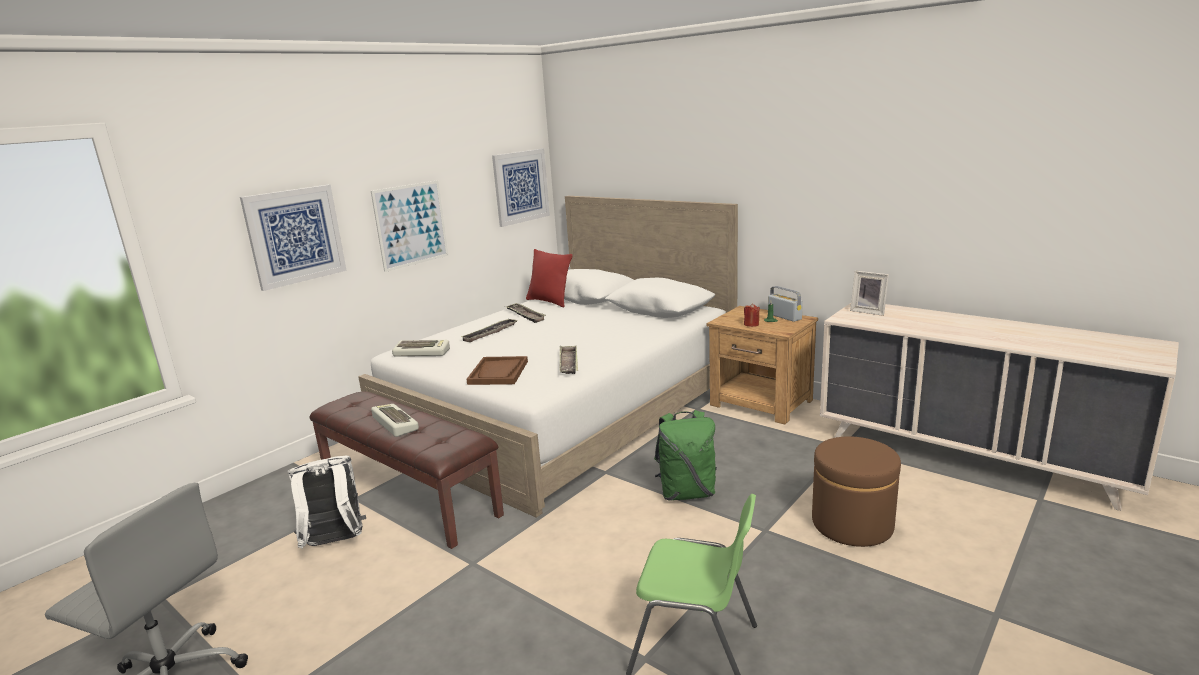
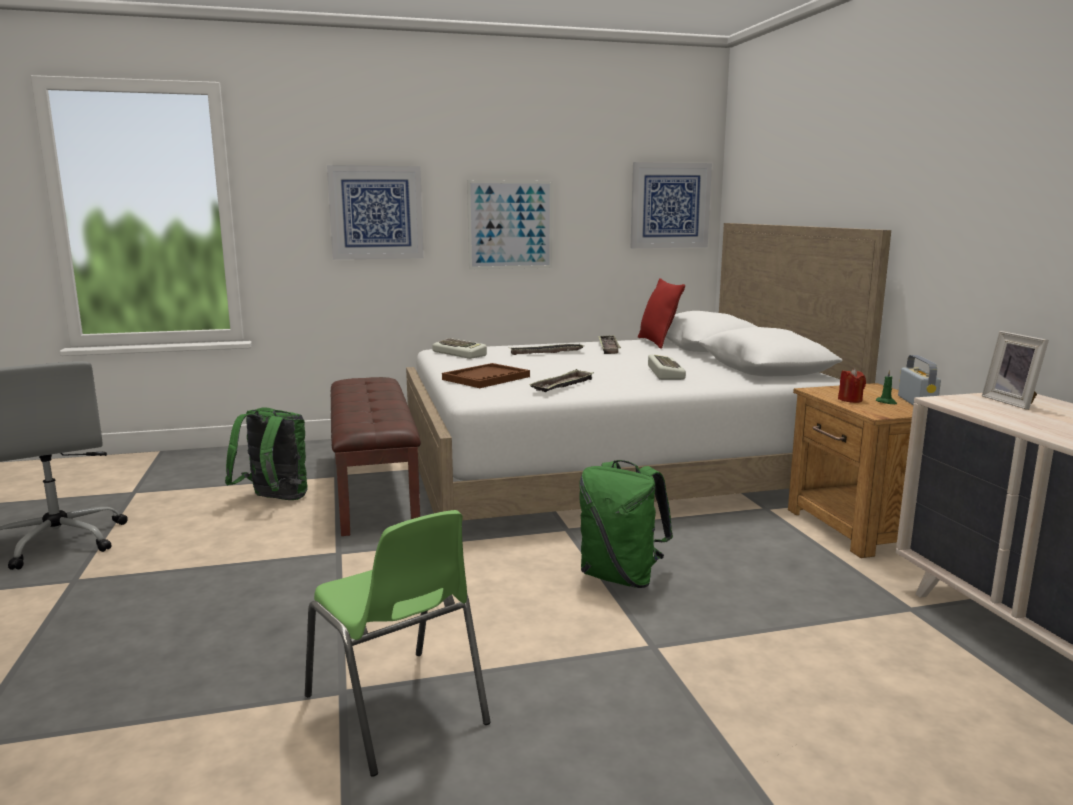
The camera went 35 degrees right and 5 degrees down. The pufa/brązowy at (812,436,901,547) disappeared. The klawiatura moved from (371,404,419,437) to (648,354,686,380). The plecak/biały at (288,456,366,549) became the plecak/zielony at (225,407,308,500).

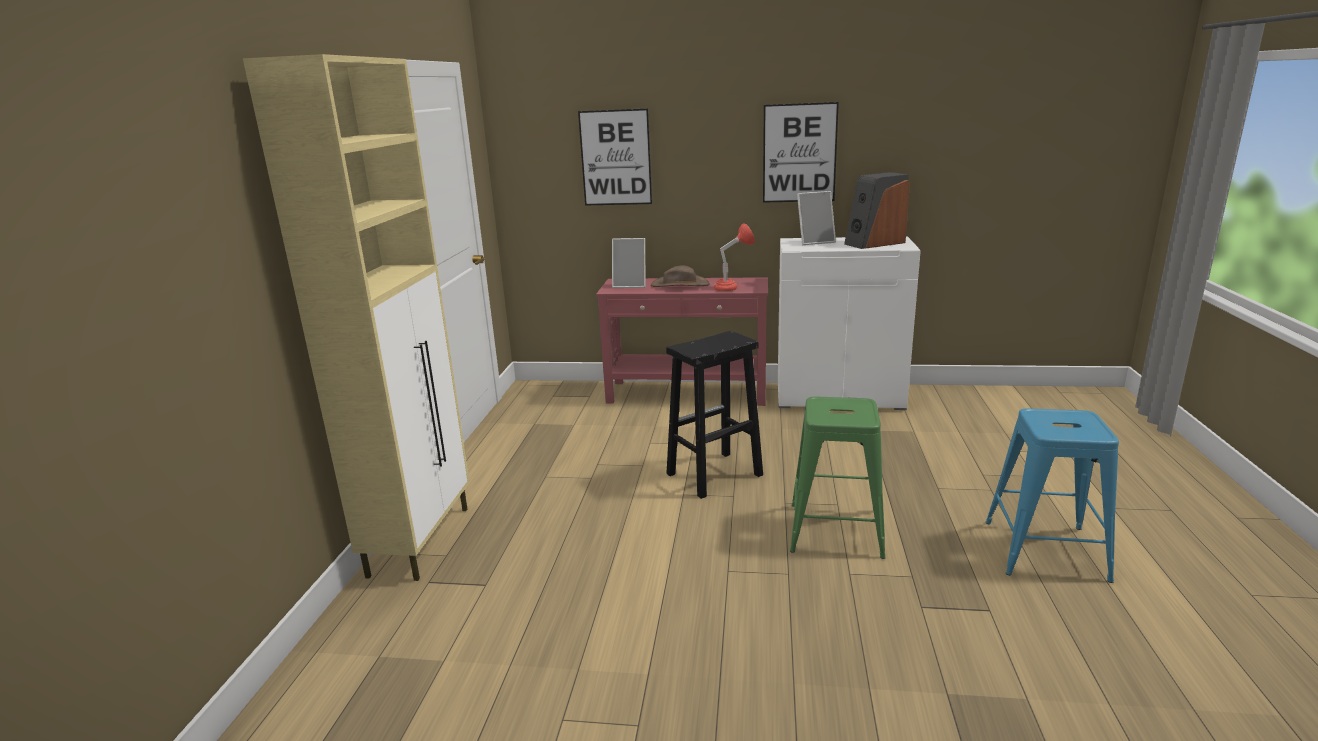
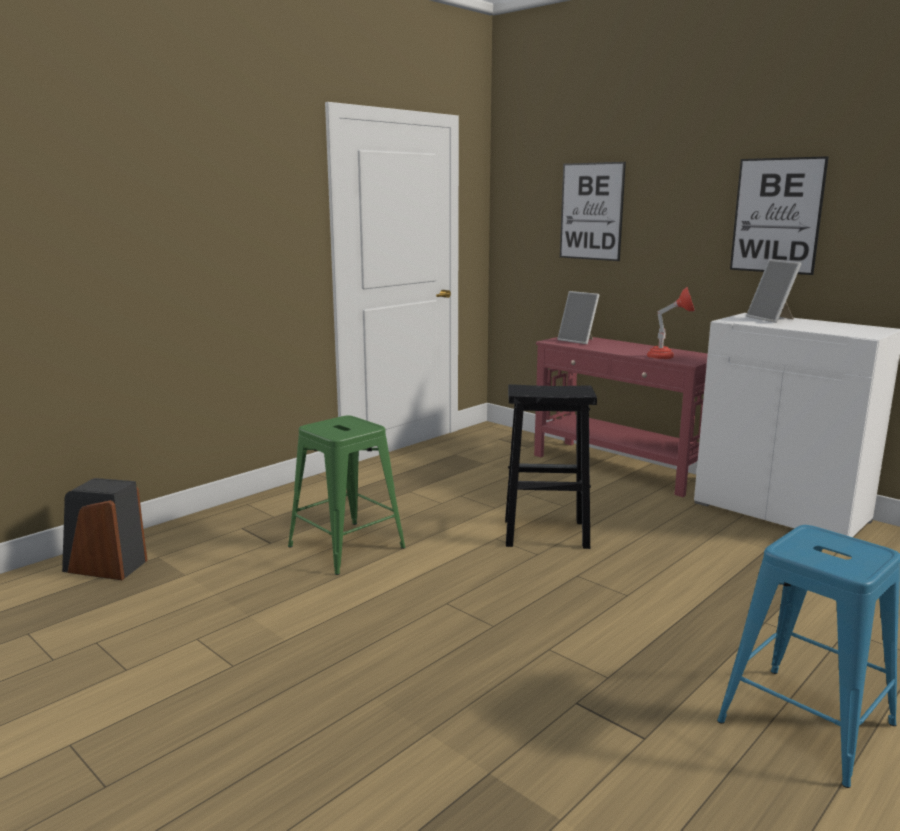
The camera went 35 degrees right and 5 degrees down. The szafka/beżowy at (243,54,470,581) disappeared. The kapelusz/brązowy at (651,265,710,287) disappeared. The stołek/zielony moved from (790,397,886,559) to (288,415,406,575). The głośnik moved from (844,172,910,249) to (62,478,148,580). The ramka na zdjęcie at (797,191,836,245) turned 45 degrees clockwise.

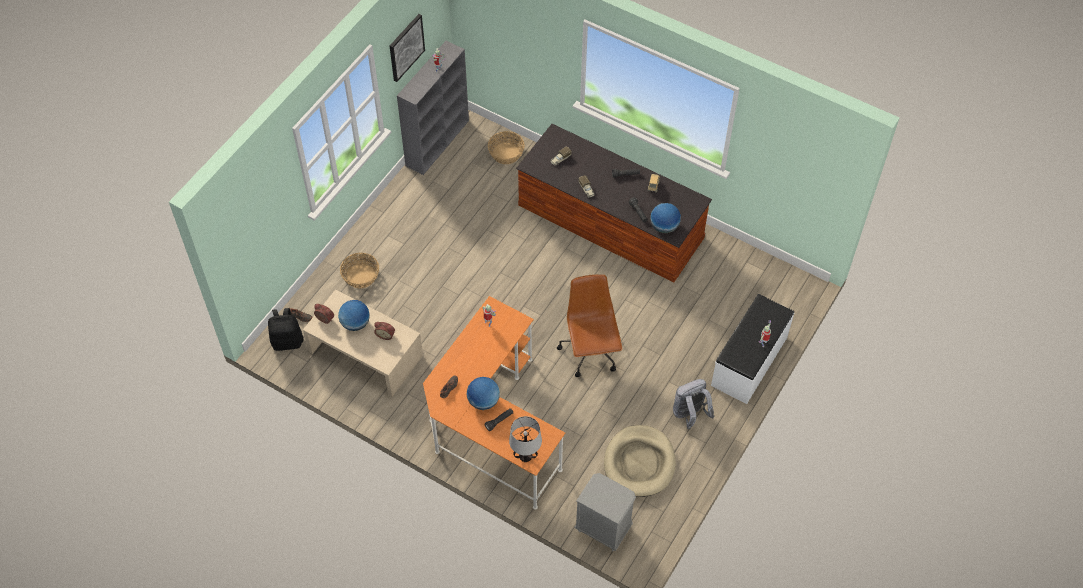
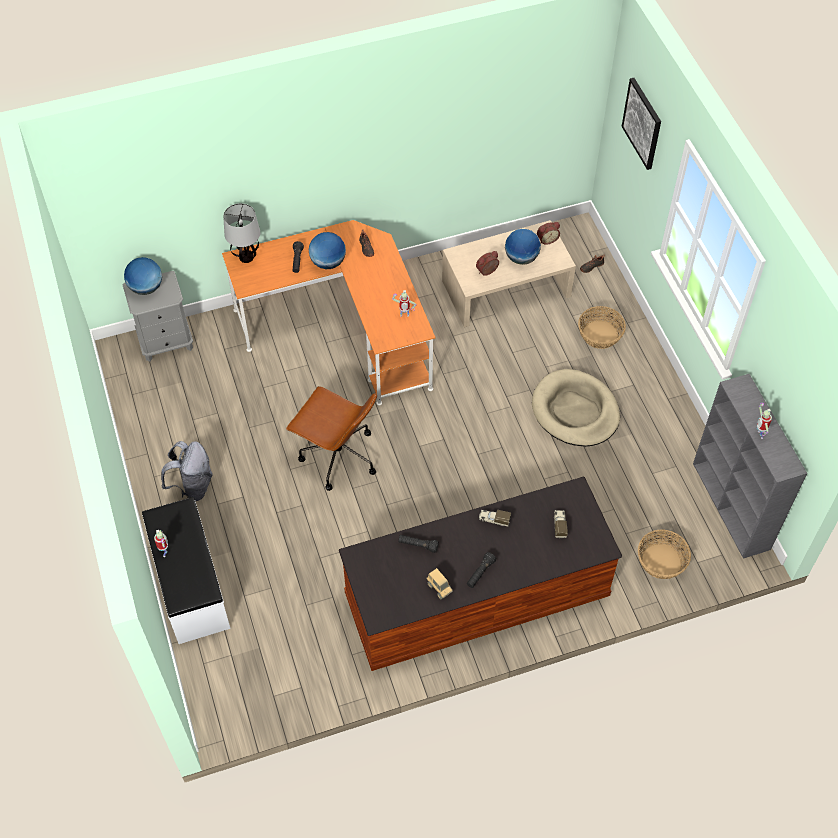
The camera went 130 degrees right and 0 degrees up. The plecak/czarny at (268,308,303,351) disappeared. The obraz moved from (390,14,425,82) to (622,78,661,170). The legowisko/beżowy moved from (604,425,676,497) to (532,369,620,446). The globus moved from (650,203,681,233) to (124,257,162,295).

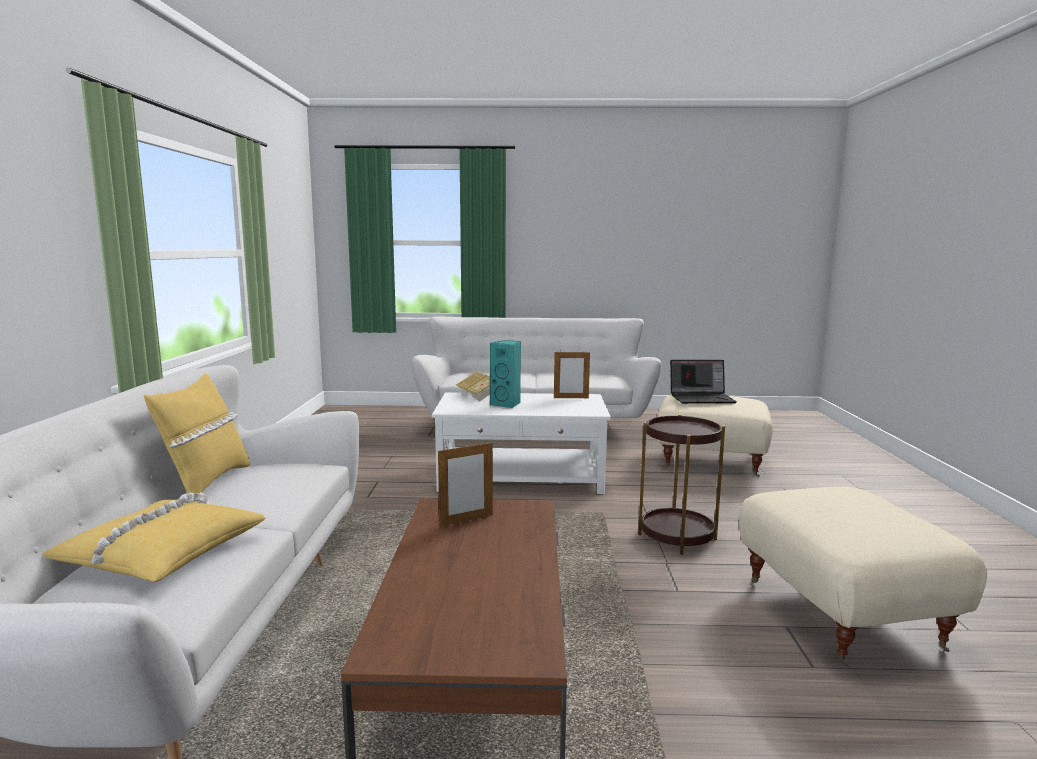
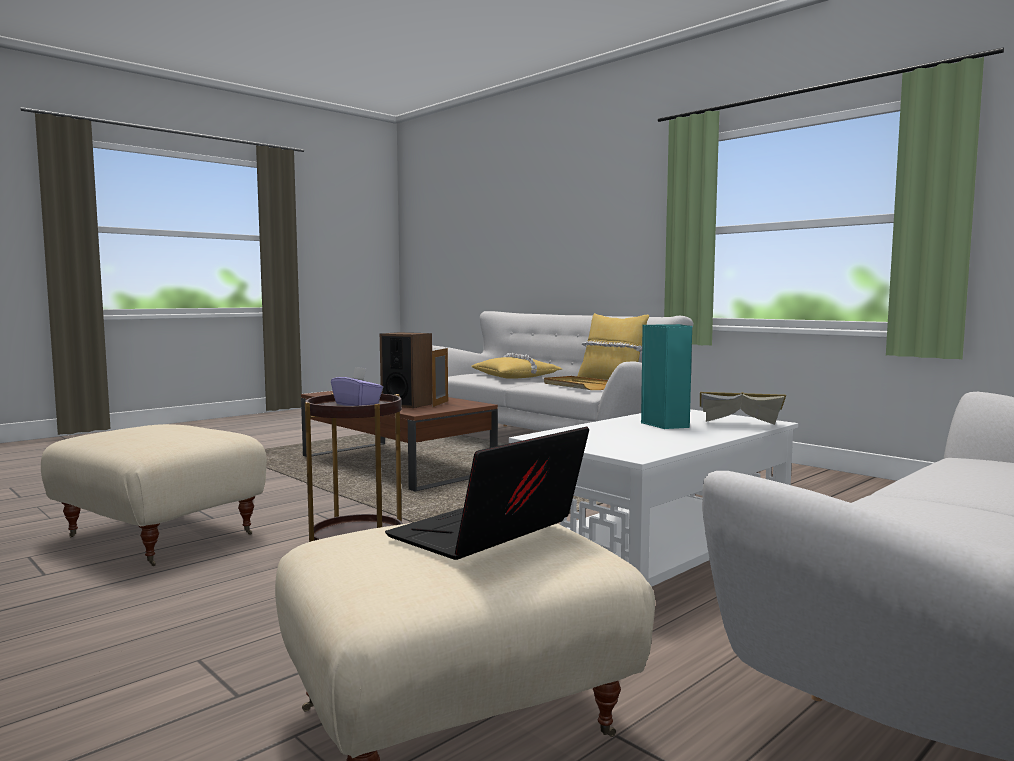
The camera went 135 degrees right and 5 degrees down. The ramka na zdjęcie at (554,350,590,398) disappeared. The pudełko chusteczek/fioletowy at (331,367,383,406) appeared. The głośnik at (380,332,432,408) appeared. The taca/beżowy at (544,376,608,390) appeared.

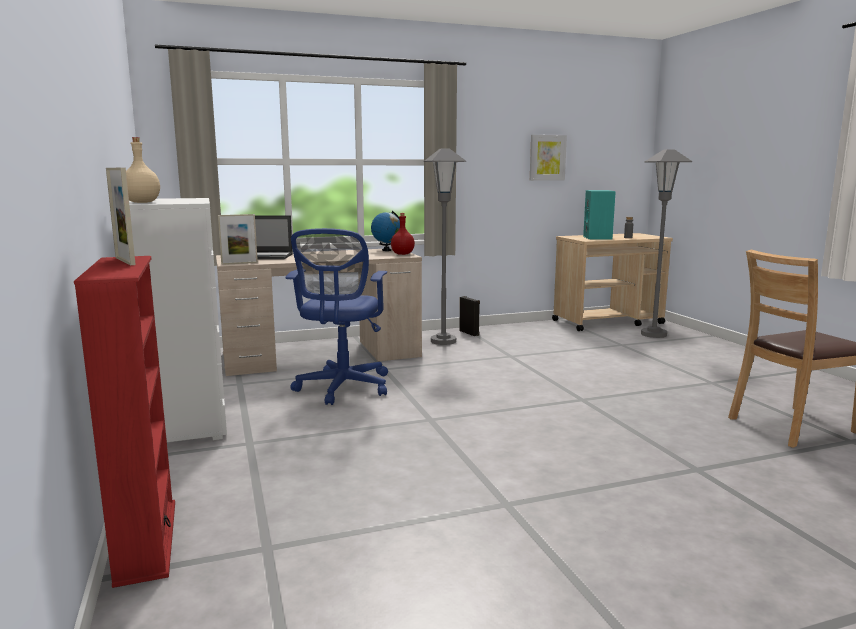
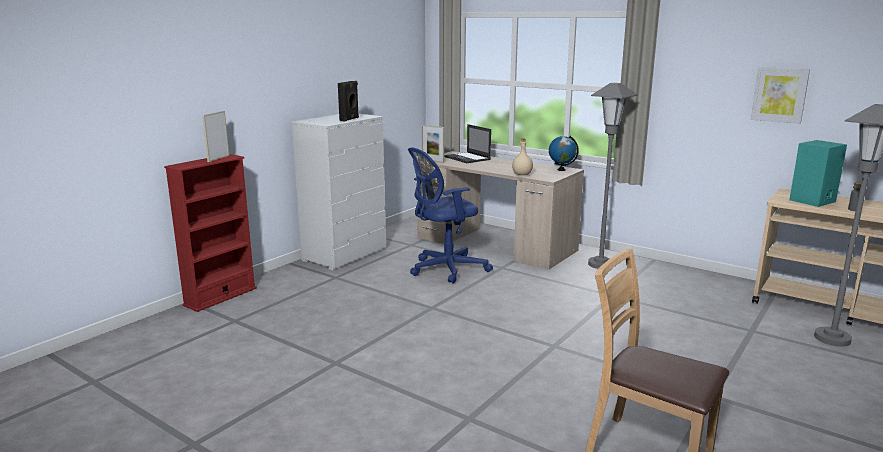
The camera went 55 degrees right and 5 degrees up. The butelka/czerwony at (391,213,415,255) disappeared. The butelka/beżowy moved from (126,137,160,203) to (512,138,533,175). The głośnik/czarny moved from (459,296,480,336) to (338,81,359,122).

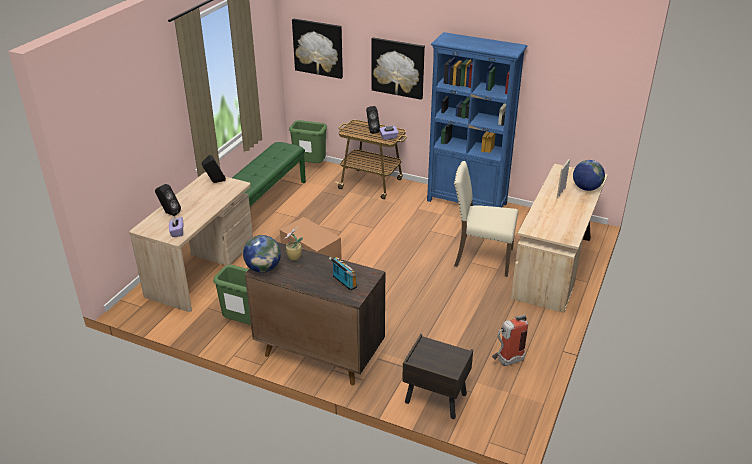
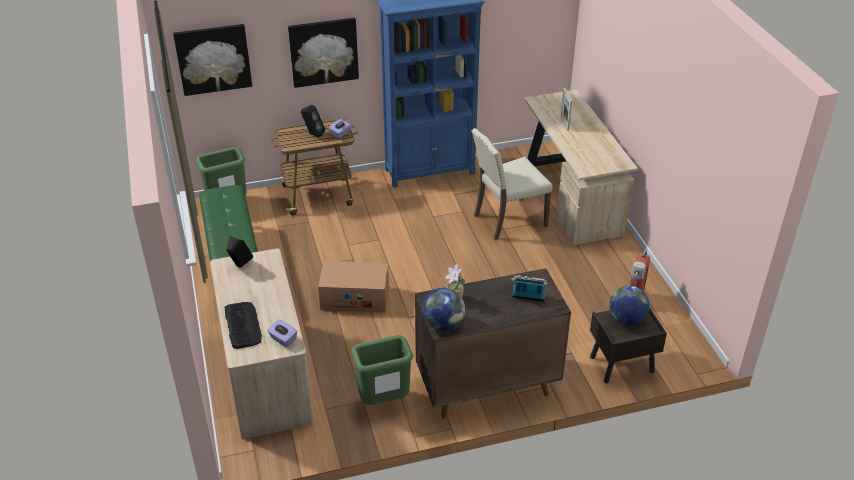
The camera went 40 degrees left and 5 degrees up. The globus moved from (573,160,605,191) to (609,286,650,325). The głośnik/czarny at (155,184,181,216) was replaced by the klawiatura at (225,302,262,349).

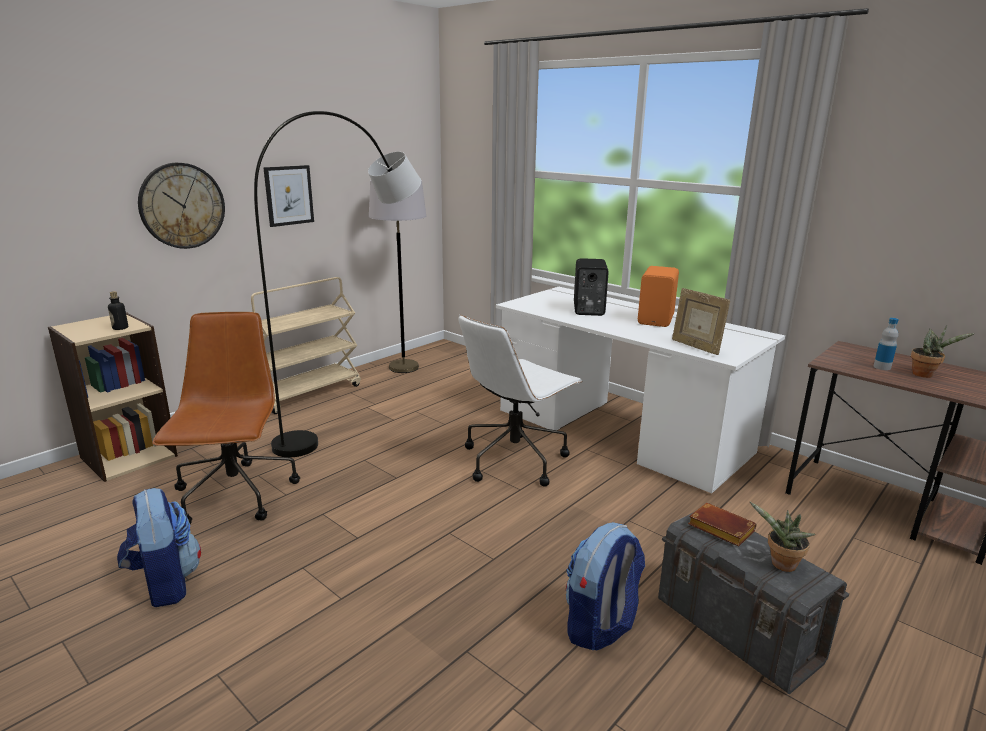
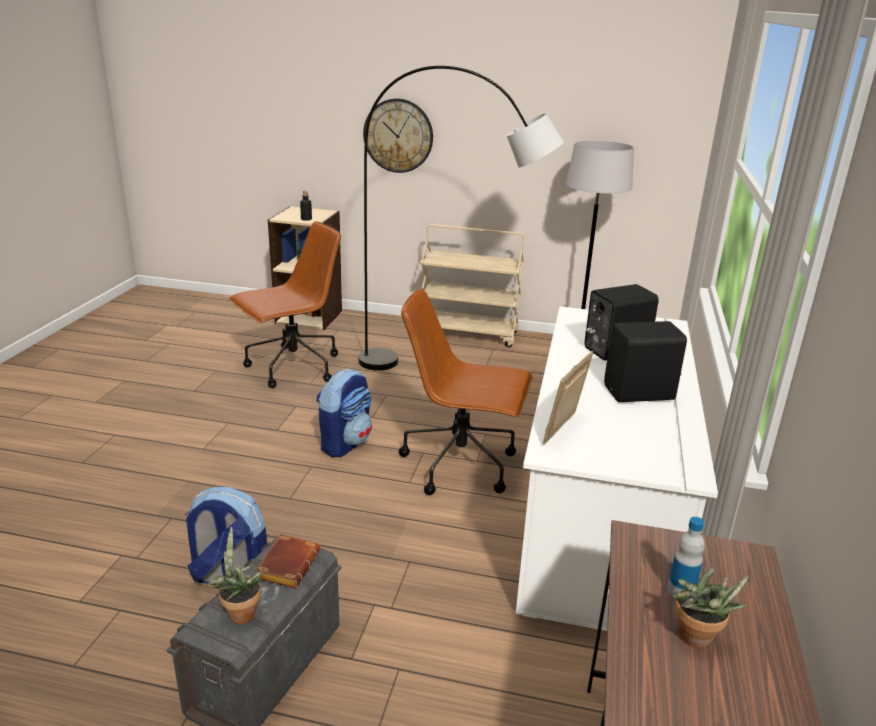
The camera went 60 degrees right and 5 degrees up. The obraz at (263,165,314,227) disappeared. The plecak moved from (117,488,201,607) to (316,369,372,457). The krzesło biurowe/biały at (459,315,583,487) became the krzesło biurowe/brązowy at (399,288,533,495). The głośnik/pomarańczowy at (638,266,679,327) became the głośnik/czarny at (604,321,687,402).

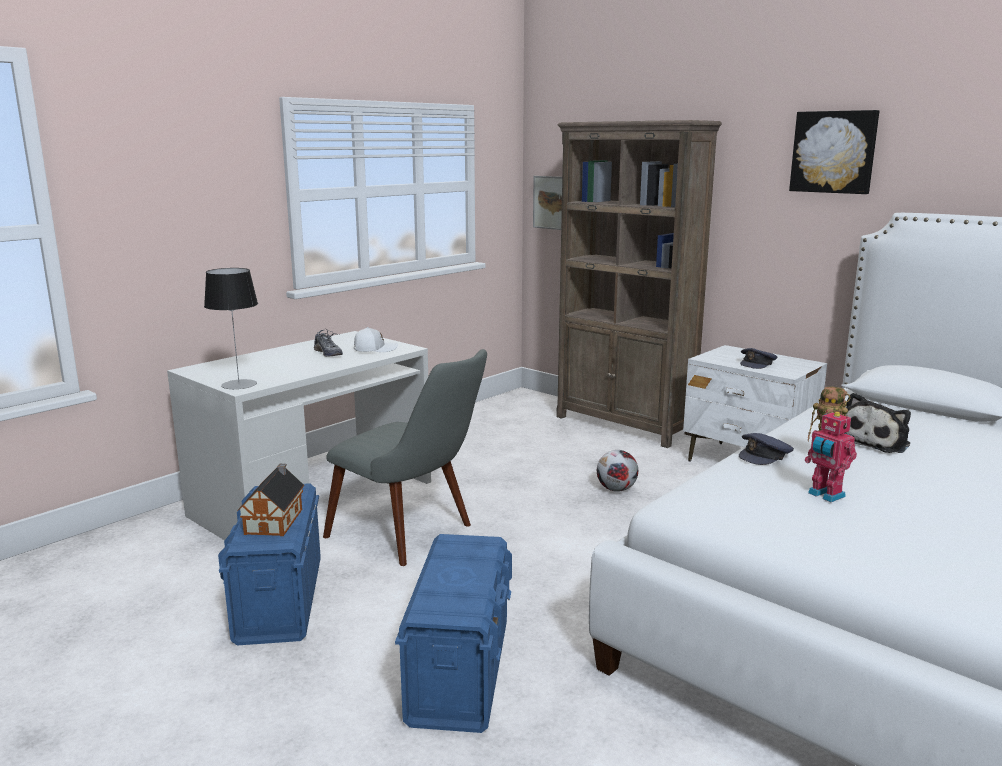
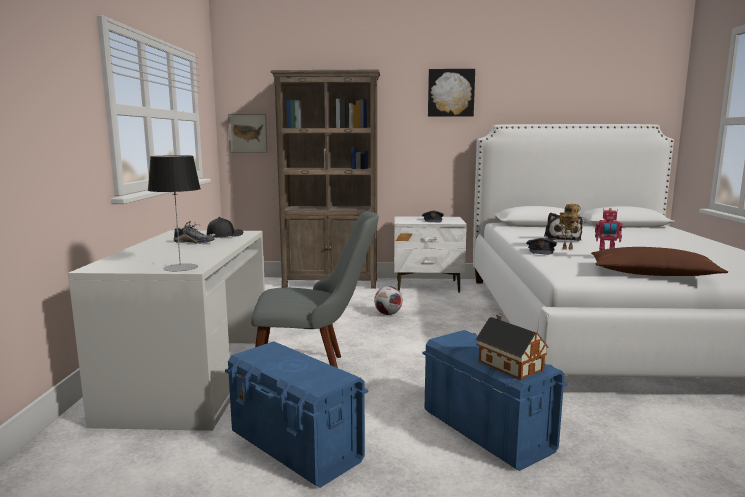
The camera went 40 degrees left and 5 degrees down. The poduszka/brązowy at (591,247,728,276) appeared. The domek moved from (238,464,304,536) to (476,314,549,380). The czapka z daszkiem/biały at (354,327,398,352) became the czapka z daszkiem/czarny at (207,217,243,238).

